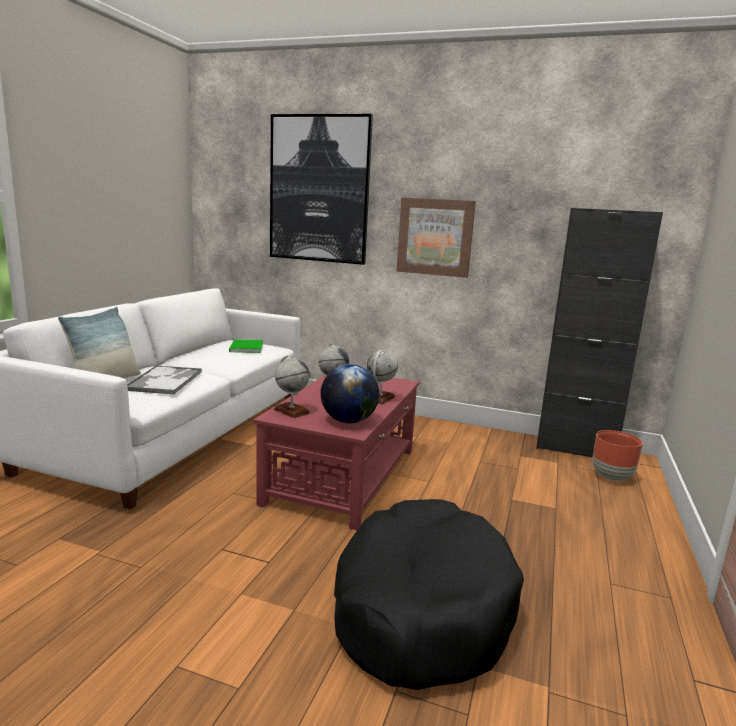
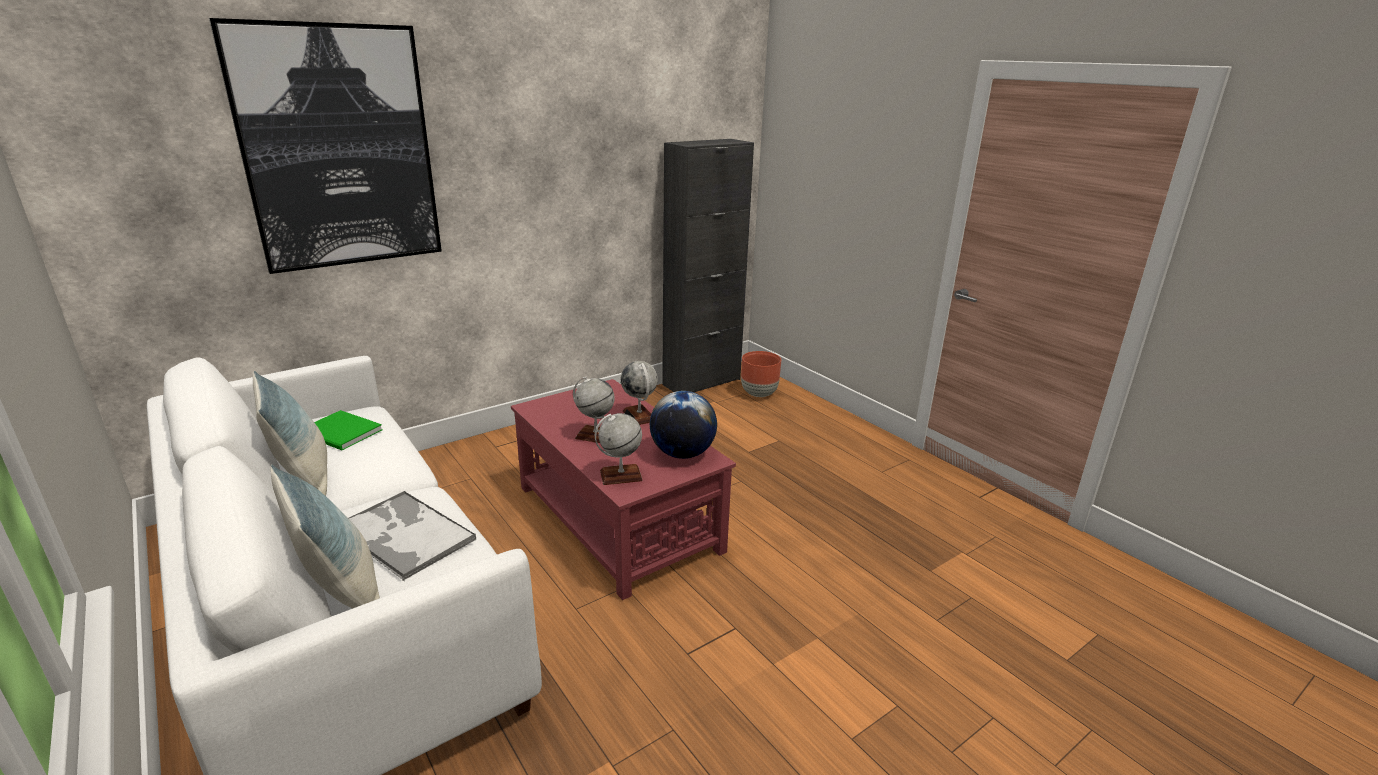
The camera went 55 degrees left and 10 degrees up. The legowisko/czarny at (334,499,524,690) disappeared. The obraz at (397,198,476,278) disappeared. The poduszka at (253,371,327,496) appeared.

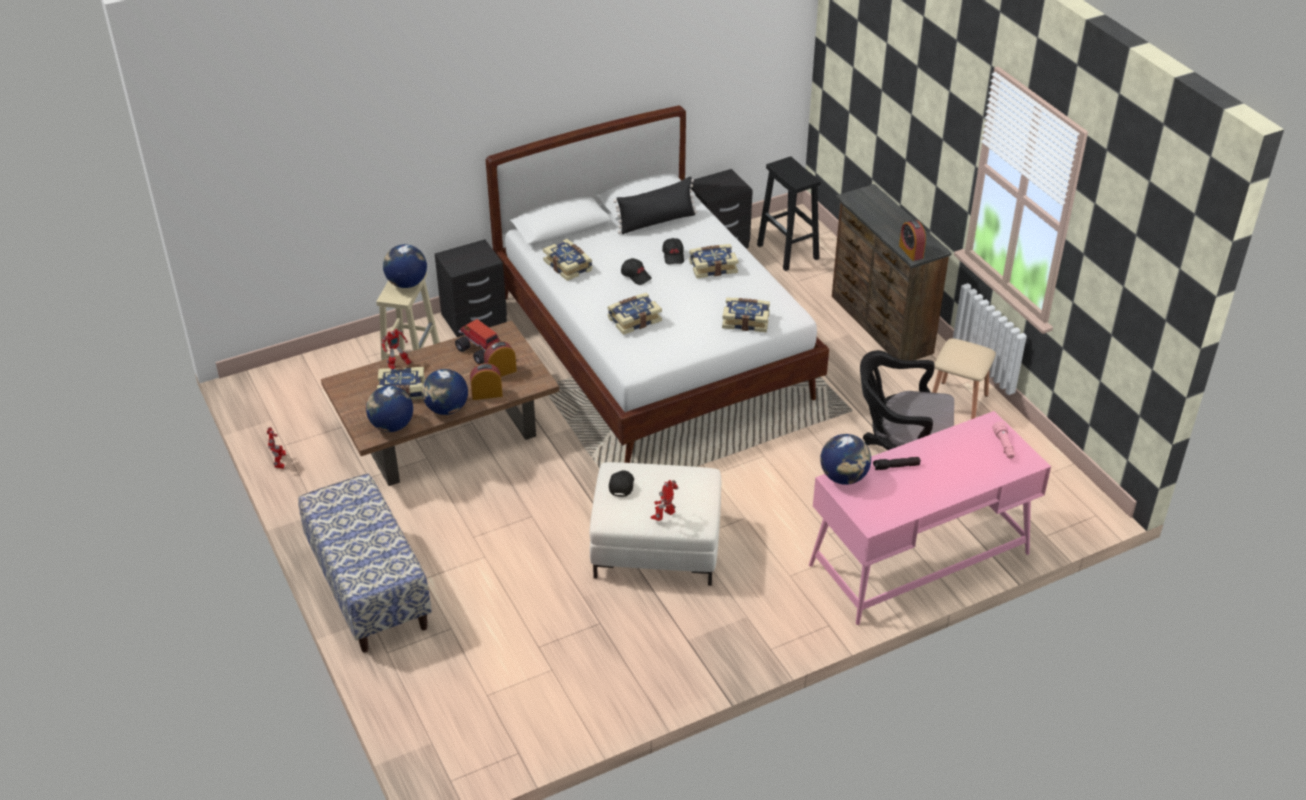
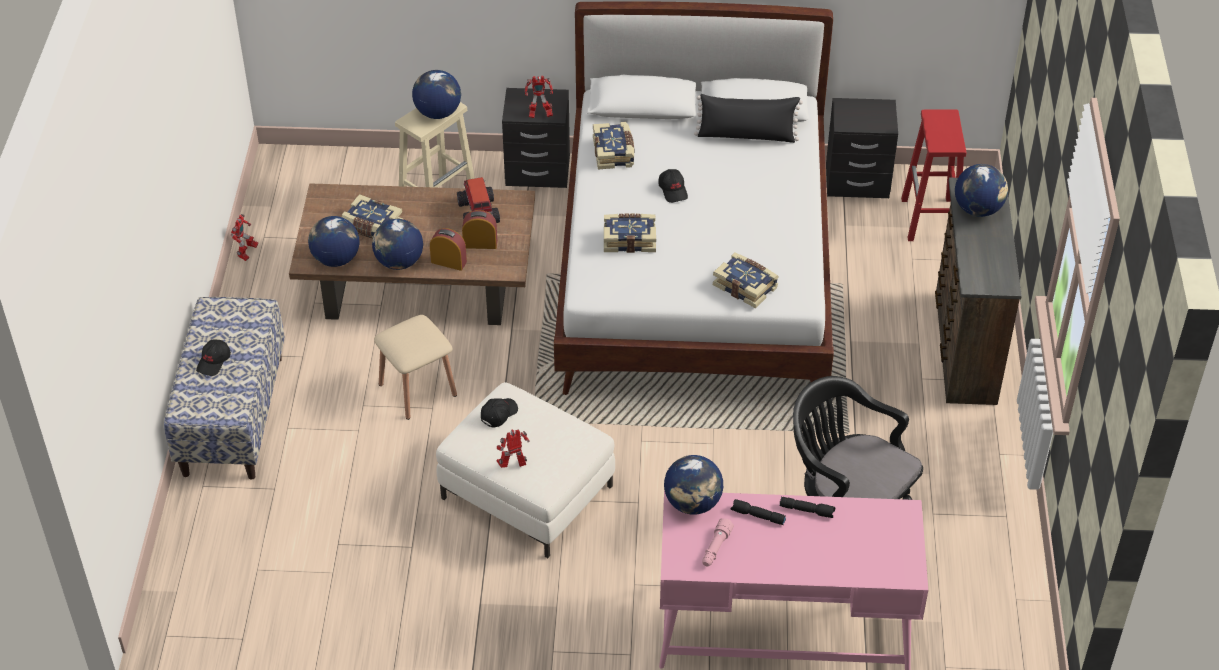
The camera went 30 degrees right and 5 degrees up. The książka at (689,244,738,278) disappeared. The budzik at (899,220,926,261) disappeared. The latarka/czarny at (779,497,835,518) appeared. The globus at (955,164,1008,217) appeared. The robot zabawkowy moved from (382,329,412,369) to (525,76,553,118). The czapka z daszkiem/czarny moved from (662,238,684,264) to (196,340,231,376). The stołek/beżowy moved from (932,338,996,419) to (374,315,457,420). The latarka/różowy moved from (993,421,1015,459) to (702,518,734,566). The stołek/czarny at (757,157,821,271) became the stołek/czerwony at (901,110,966,241).

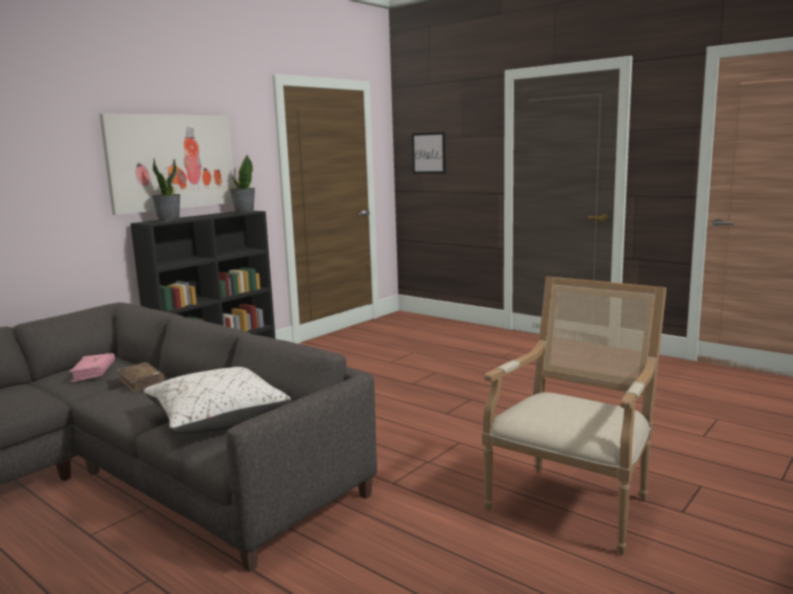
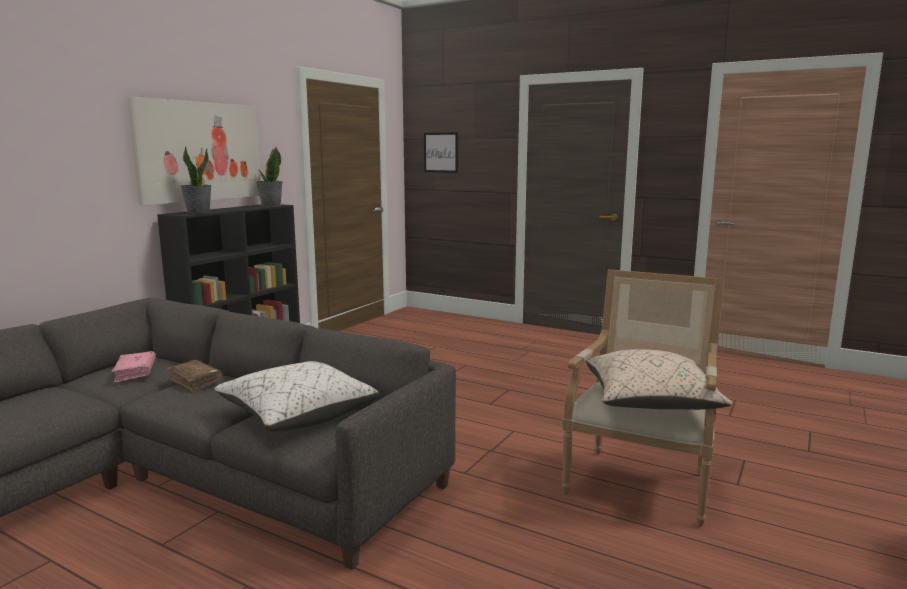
The camera went 10 degrees left and 0 degrees up. The poduszka/beżowy at (586,349,732,410) appeared.

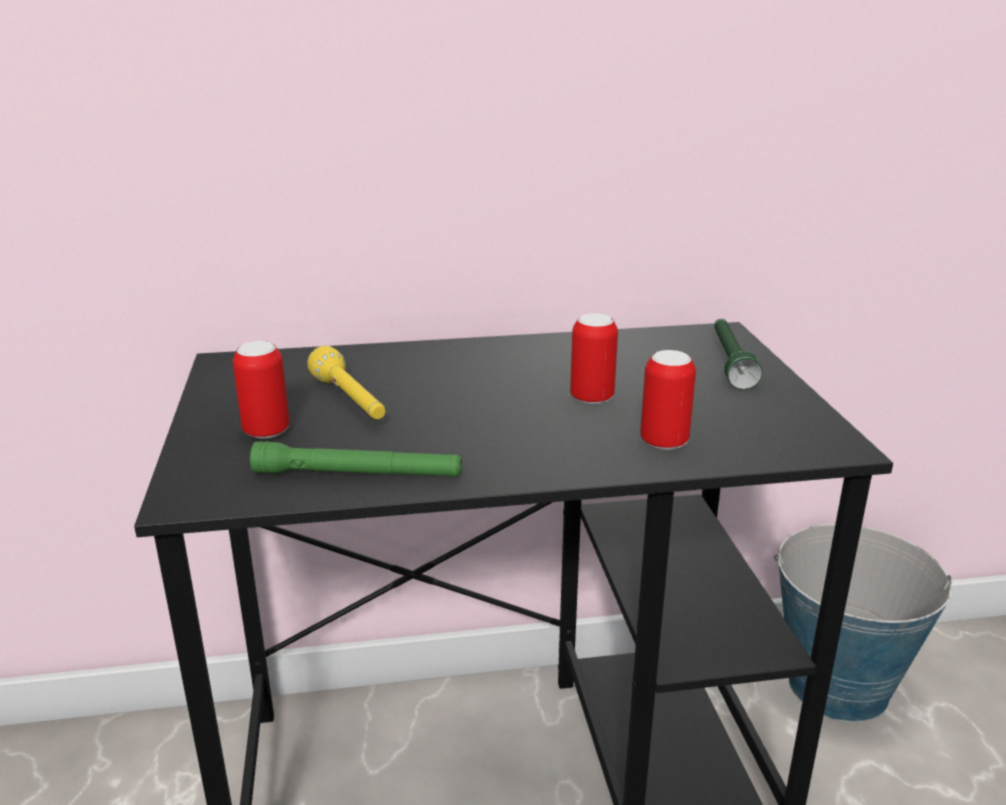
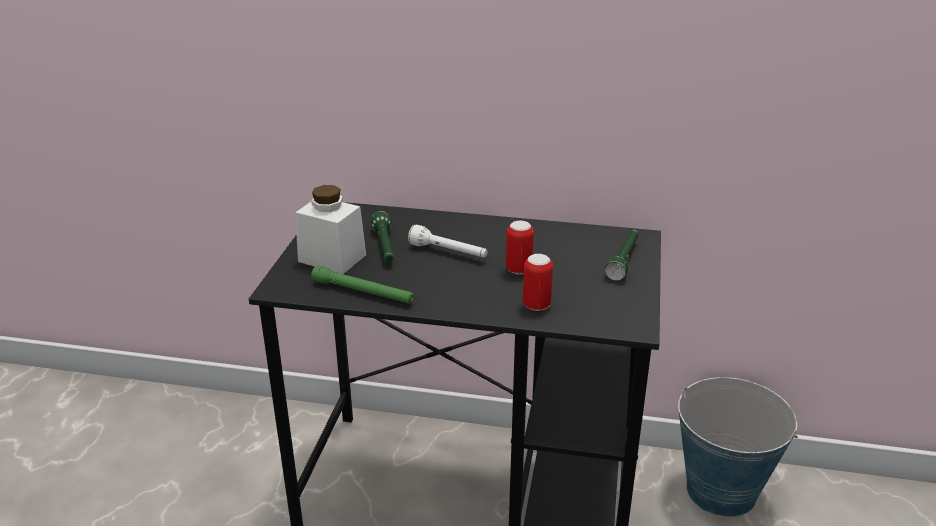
The camera went 20 degrees right and 5 degrees up. The latarka/biały at (408,225,488,257) appeared. The puszka at (233,341,290,439) was replaced by the słoik/biały at (295,185,366,274). The latarka/żółty at (307,346,385,419) became the latarka/zielony at (370,211,394,262).

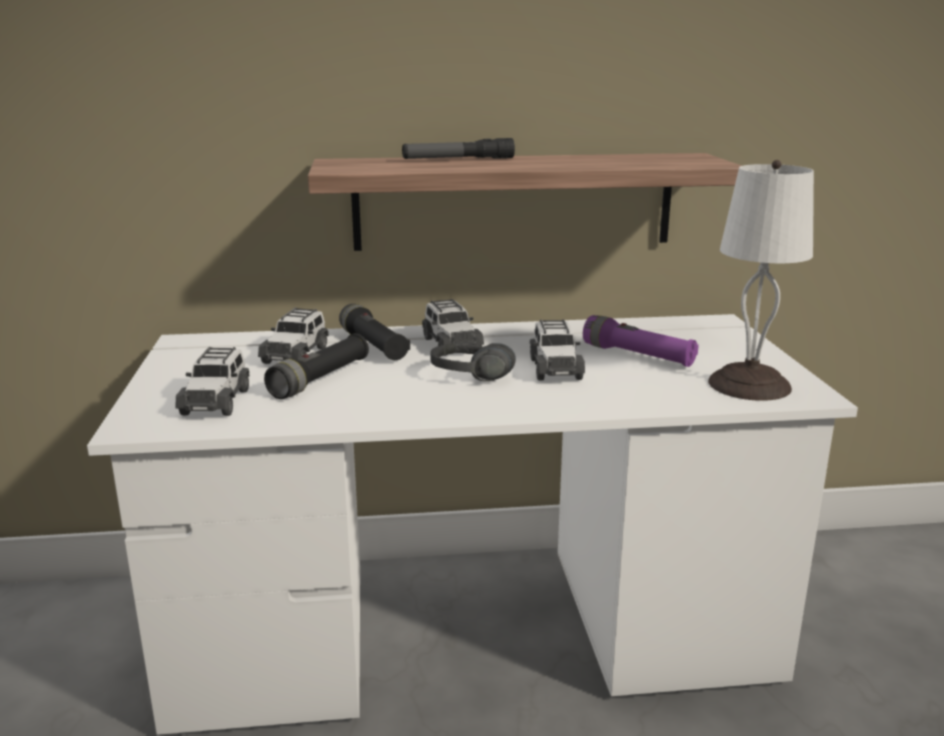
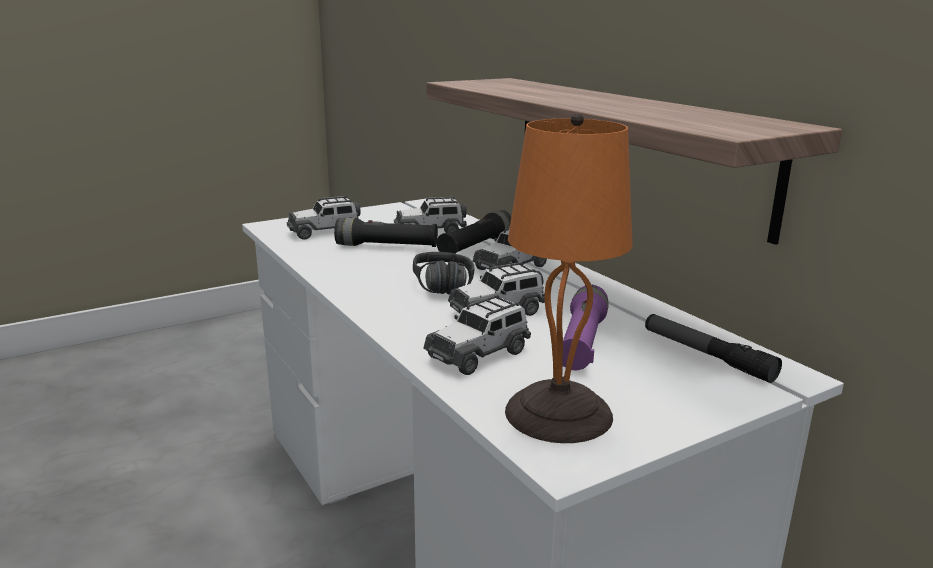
The camera went 65 degrees right and 0 degrees up. The samochodzik at (423,295,531,375) appeared. The latarka moved from (402,138,515,159) to (645,314,782,383). The lampa stołowa/biały at (708,160,814,401) became the lampa stołowa/pomarańczowy at (505,113,633,443).

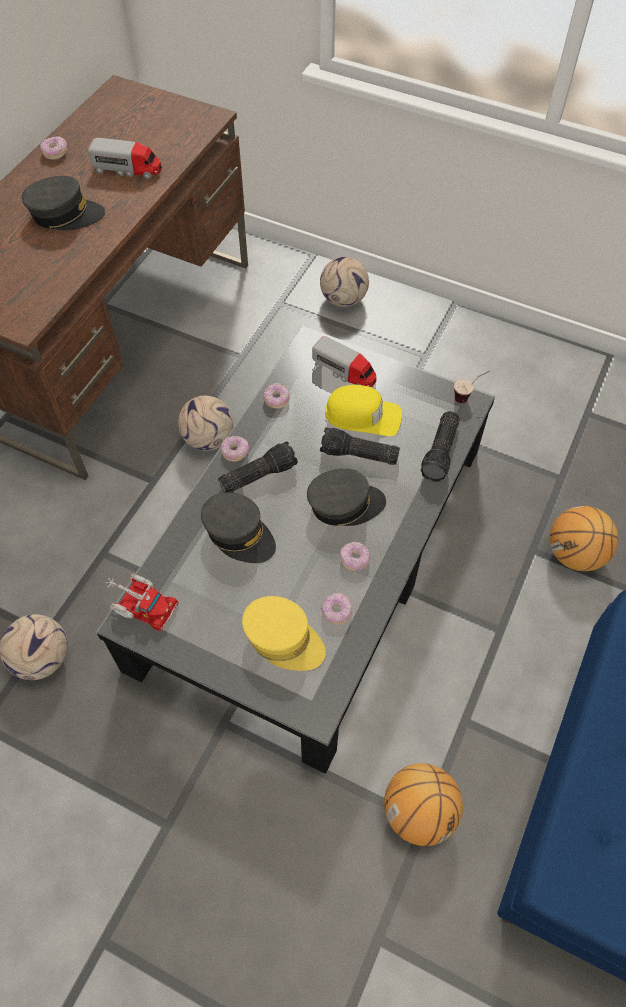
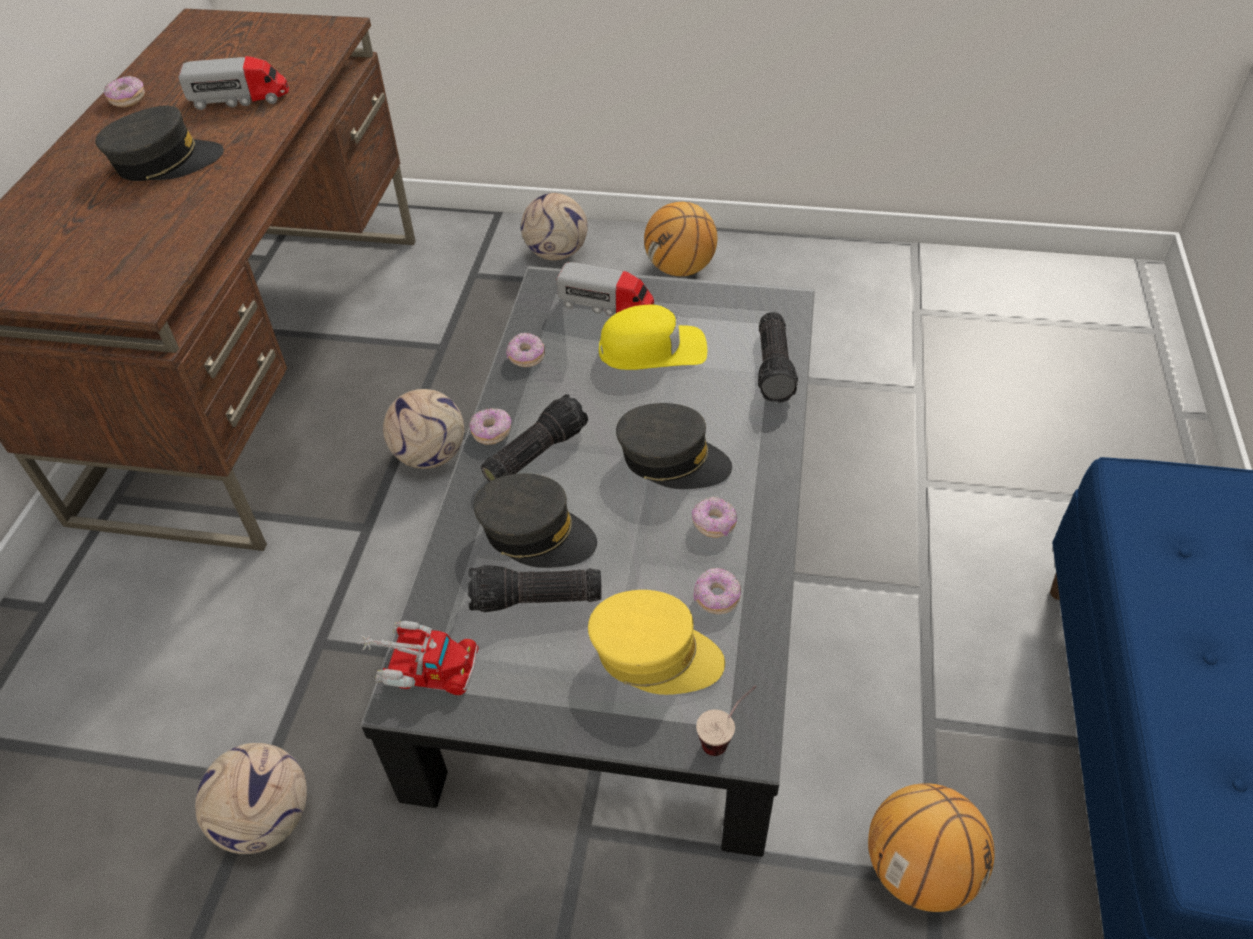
The camera went 15 degrees left and 10 degrees down. The latarka moved from (320,428,400,465) to (468,565,602,612). The filiżanka moved from (454,371,490,403) to (696,685,757,756). The piłka do koszykówki moved from (550,506,618,571) to (644,202,717,276). The czapka z daszkiem/szary at (307,469,386,526) turned 45 degrees clockwise.

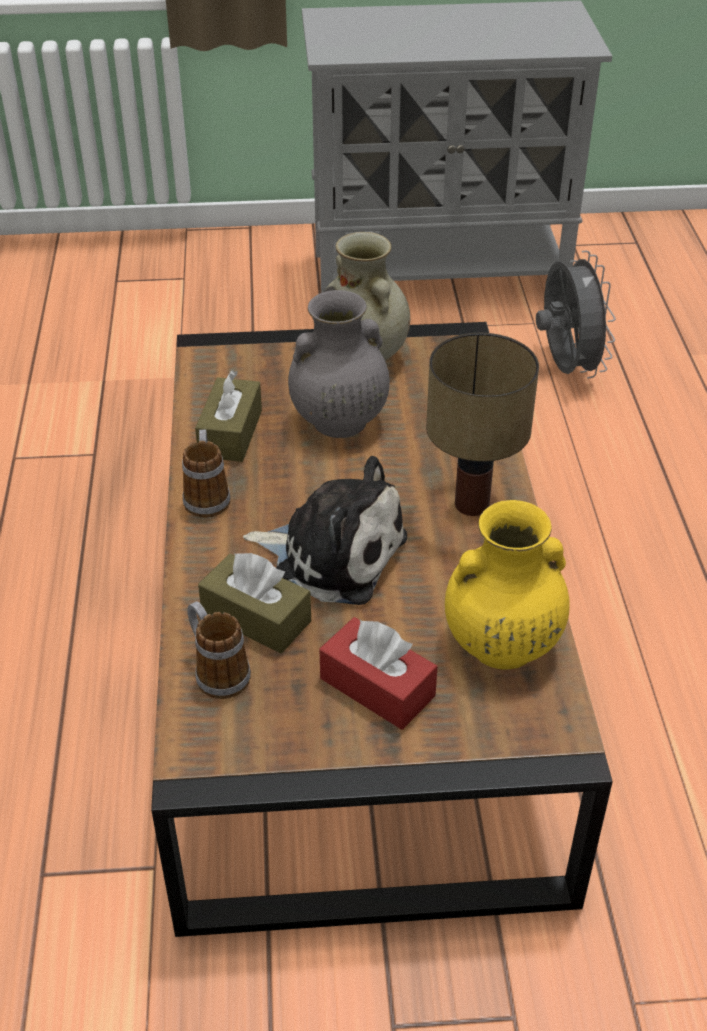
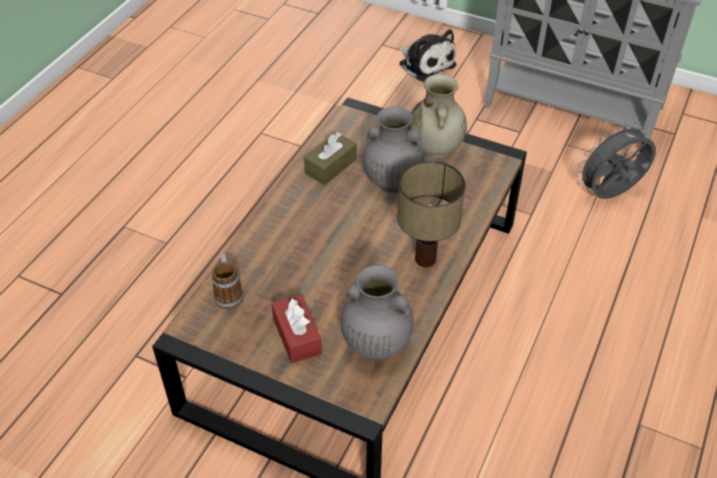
The camera went 30 degrees right and 5 degrees up. The kubek at (182,429,231,518) disappeared. The pudełko chusteczek/brązowy at (198,553,311,654) disappeared. The pluszak moved from (243,456,407,605) to (398,29,456,82). The wazon/żółty at (445,500,570,669) became the wazon/szary at (341,265,414,360). The wentylator/szary at (536,251,616,379) turned 135 degrees counterclockwise.

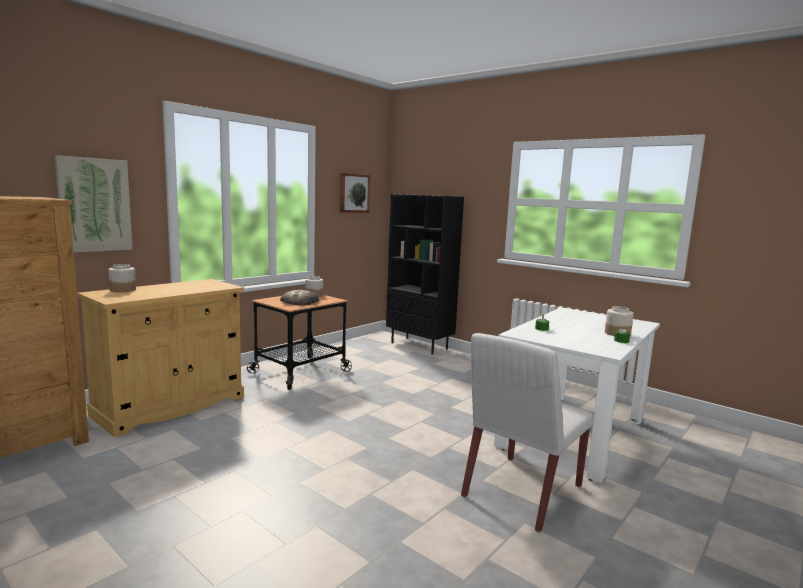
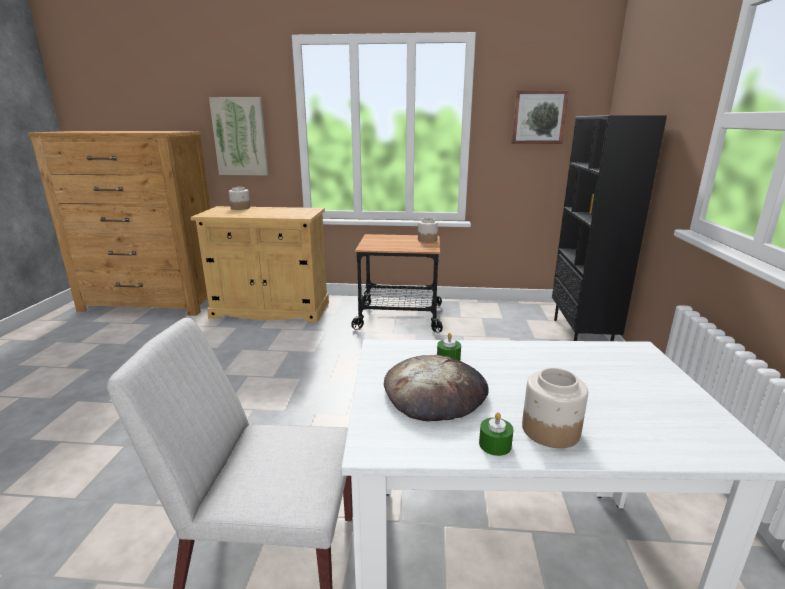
The camera went 55 degrees right and 10 degrees up. The chleb moved from (280,289,319,305) to (384,355,489,421).

